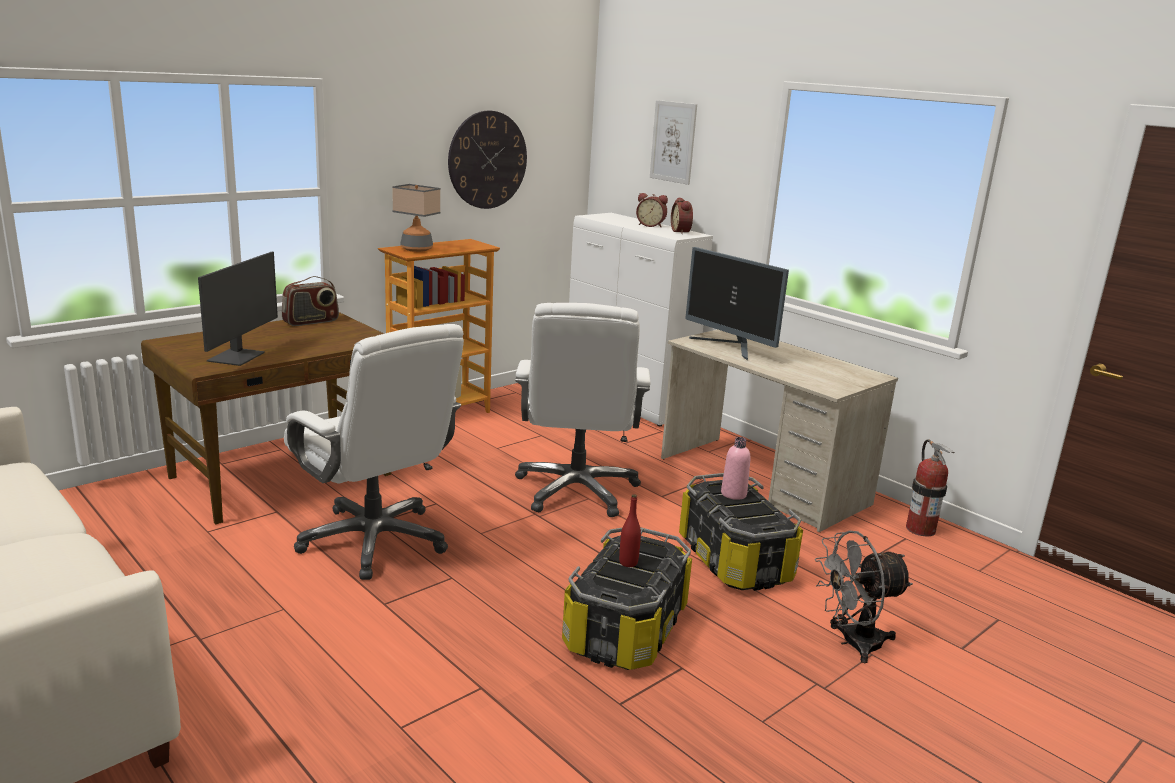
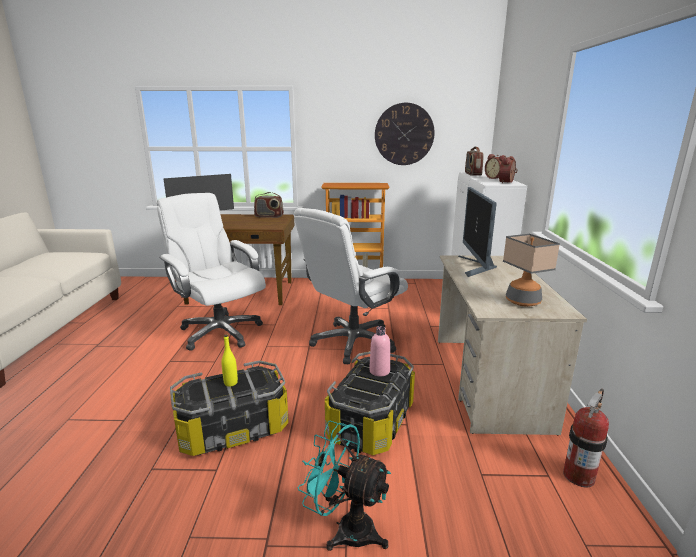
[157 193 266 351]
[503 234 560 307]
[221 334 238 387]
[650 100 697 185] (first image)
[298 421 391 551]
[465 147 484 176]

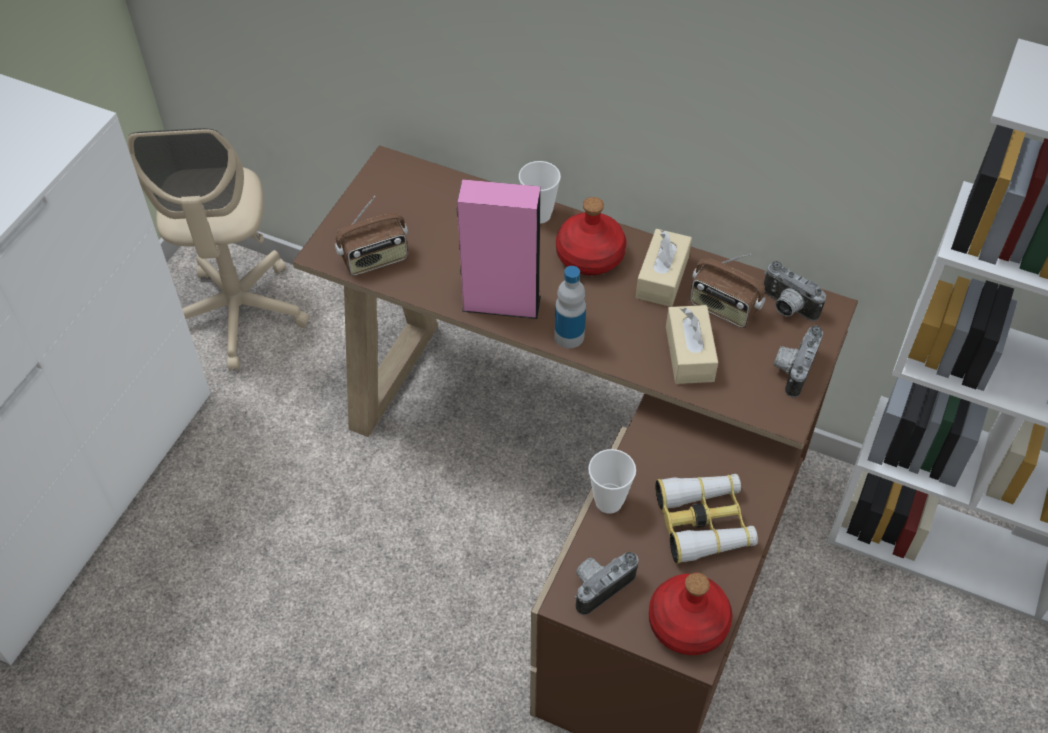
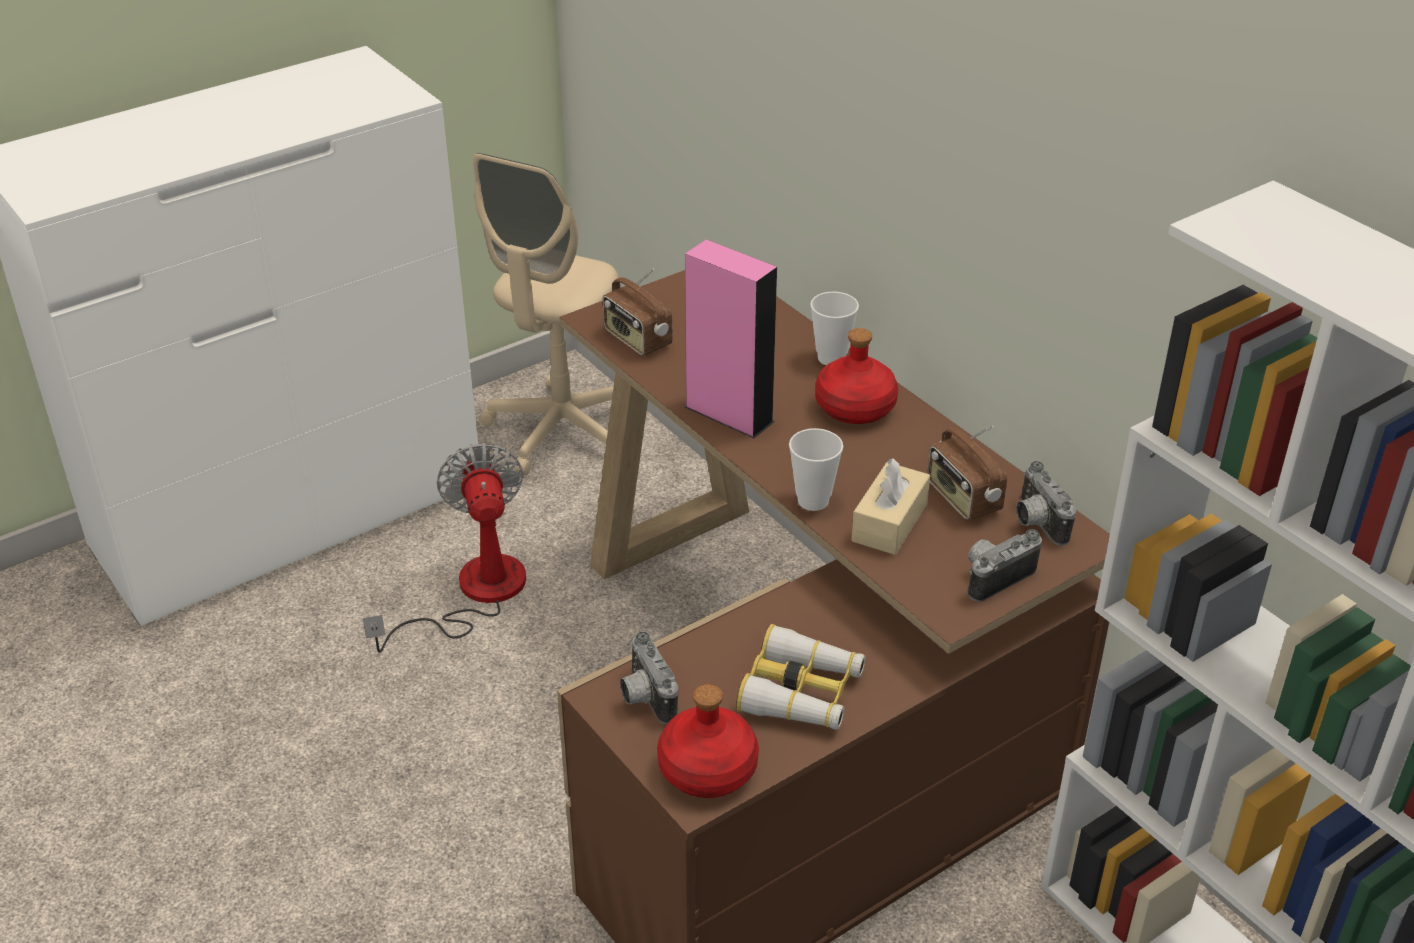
[603 269 672 356]
[554 266 586 348] (first image)
[620 632 678 724]
[789 428 843 511]
[636 229 692 307] (first image)
[363 443 526 653]

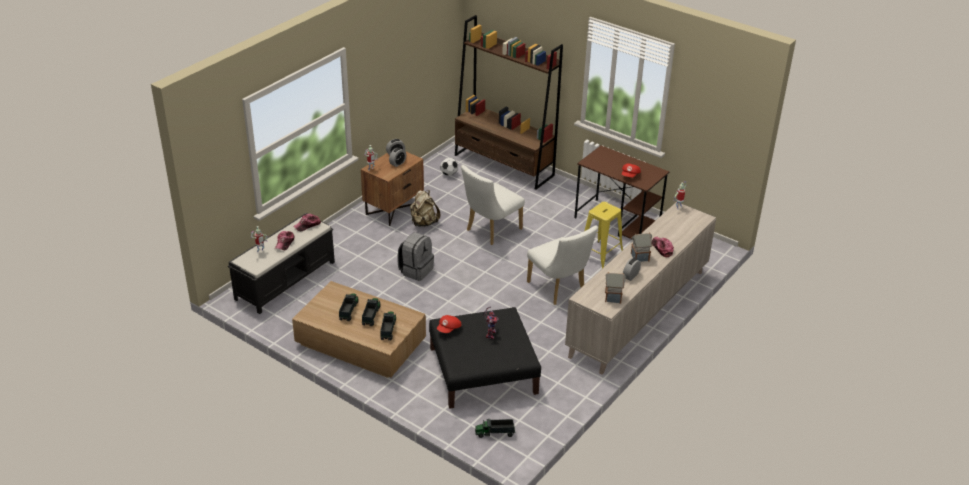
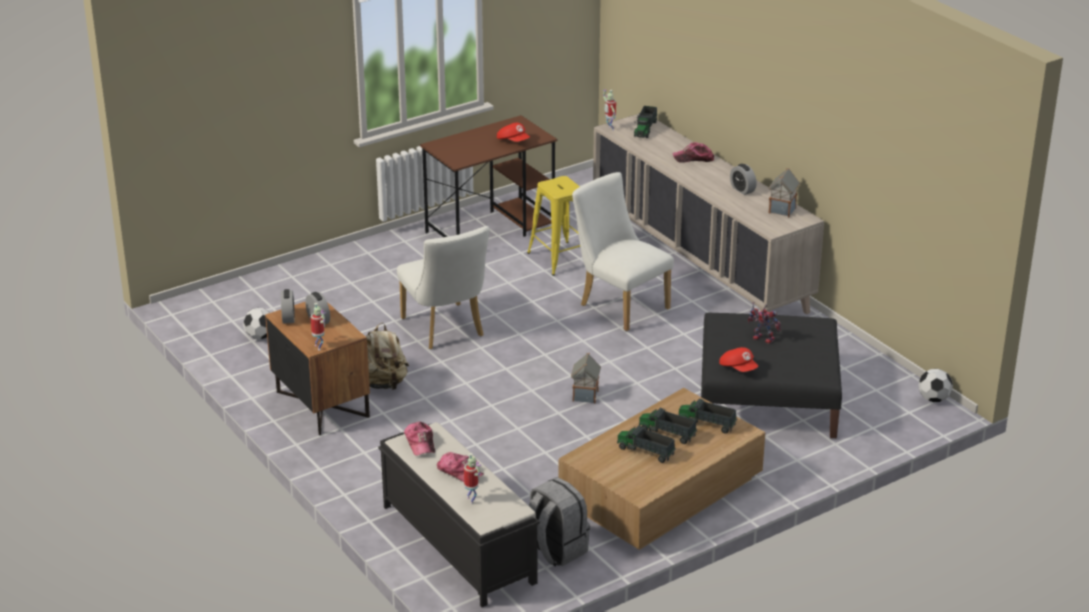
[529 477 590 567]
[455 15 563 190] (first image)
[634 106 657 138]
[572 172 674 331]
[571 353 601 404]
[918 369 953 402]

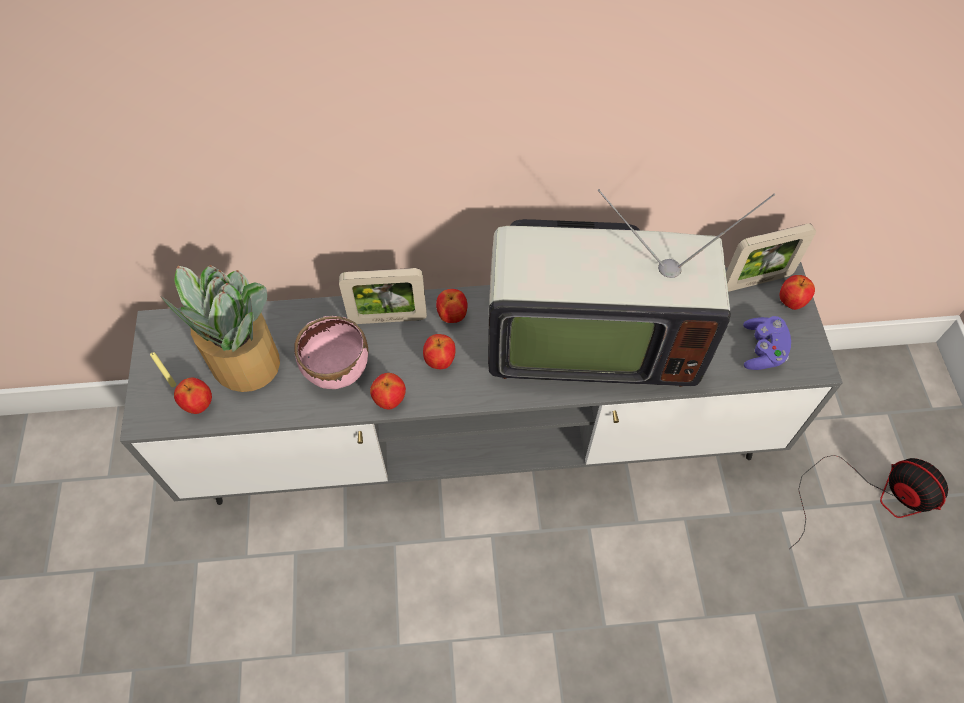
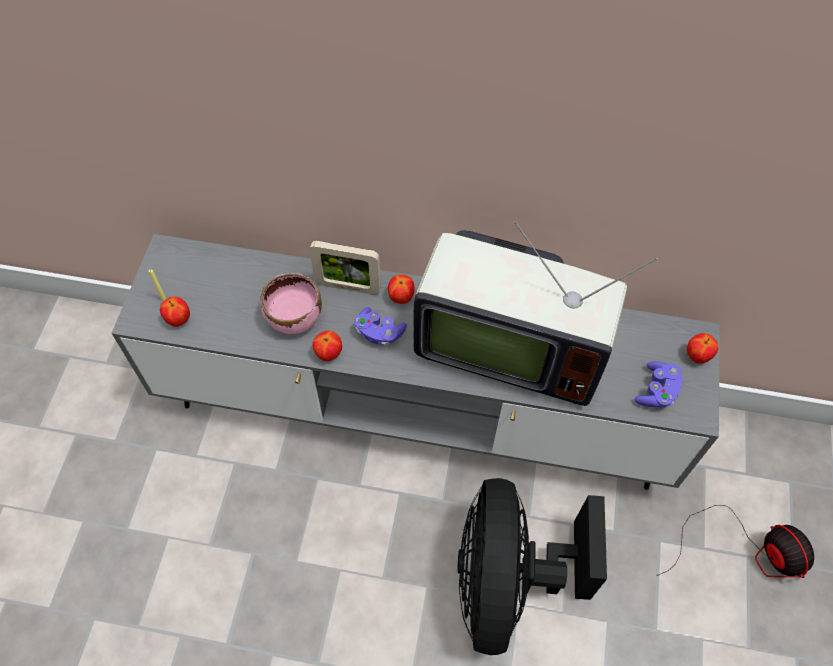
[160 265 280 392] (first image)
[354 307 407 346]
[726 223 816 292] (first image)
[457 478 607 655]

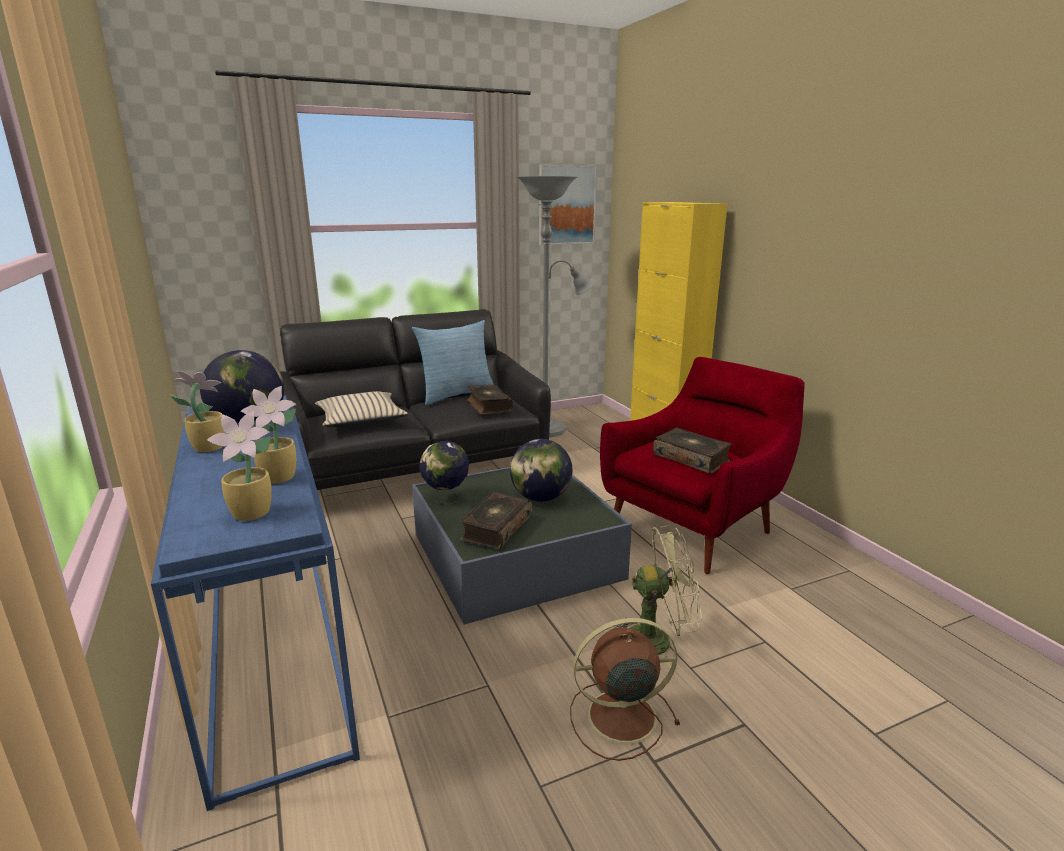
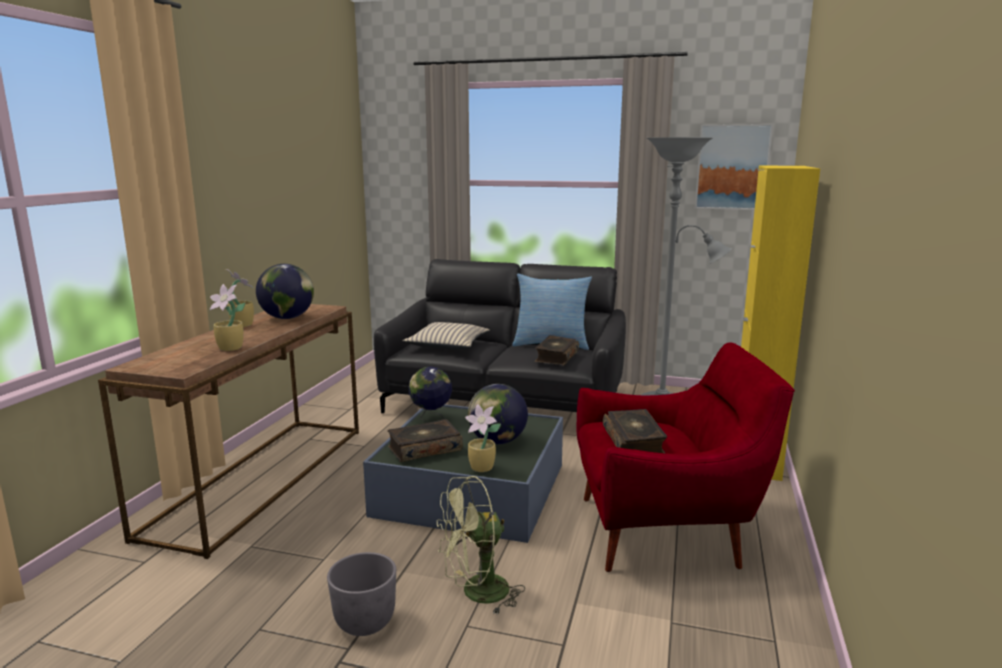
[98 304 359 559]
[465 404 501 472]
[327 552 396 636]
[437 476 525 615]

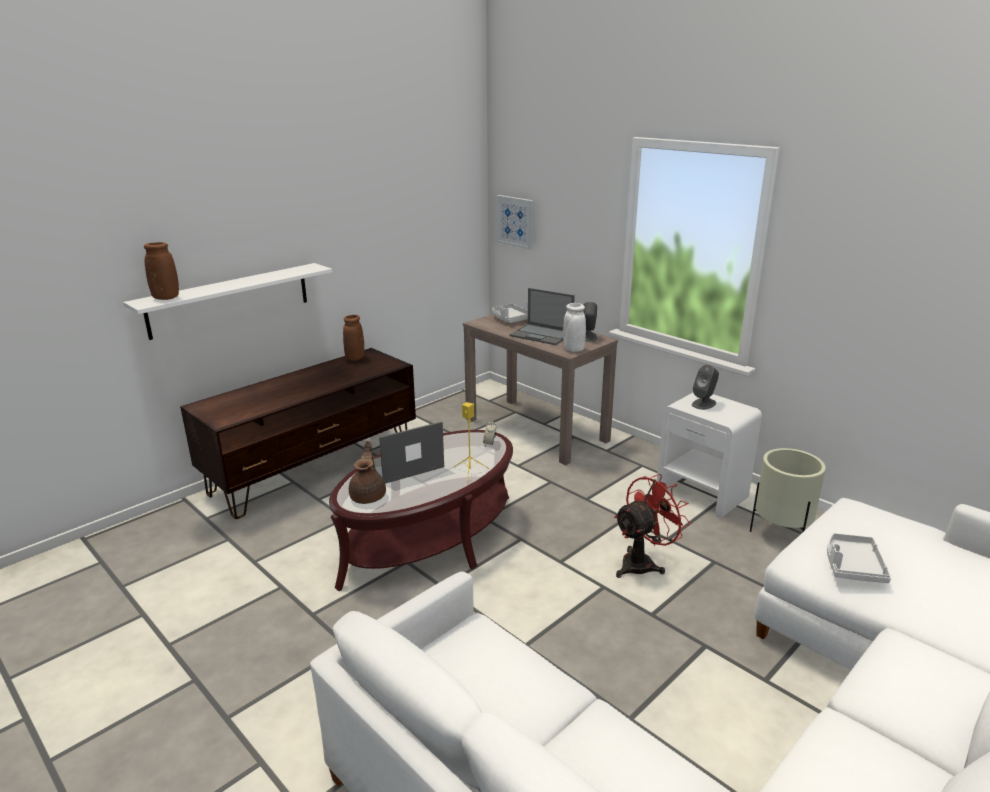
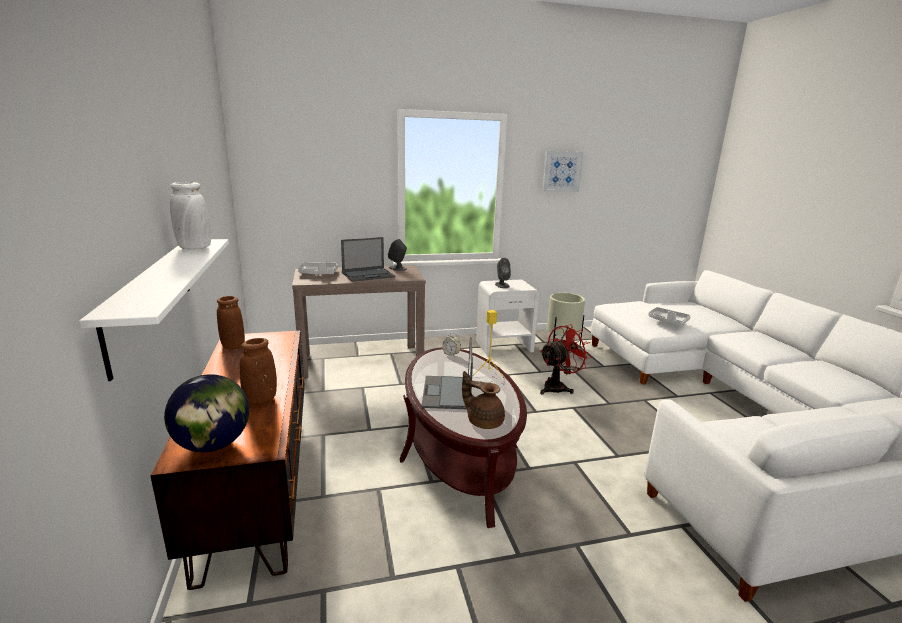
[240 338 277 404]
[542 151 583 192]
[170 182 211 250]
[540 324 592 395]
[164 374 249 452]

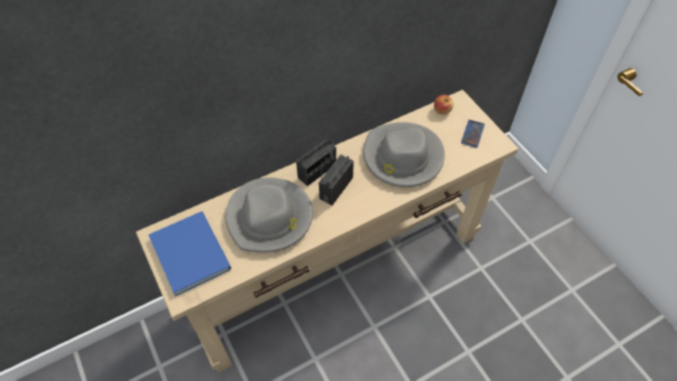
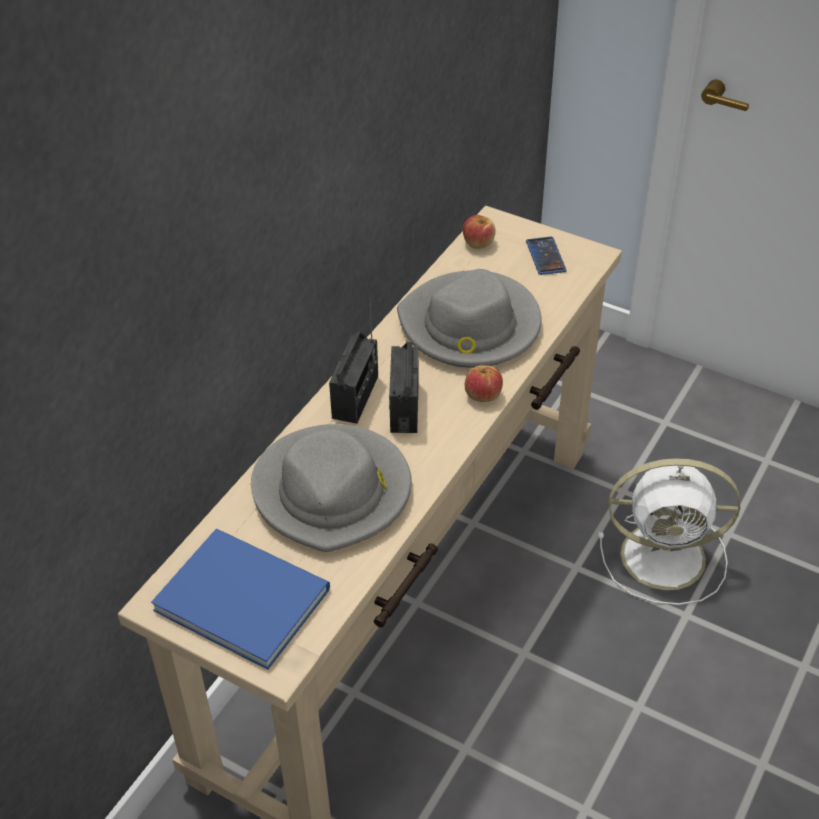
[465 365 503 402]
[598 458 740 605]

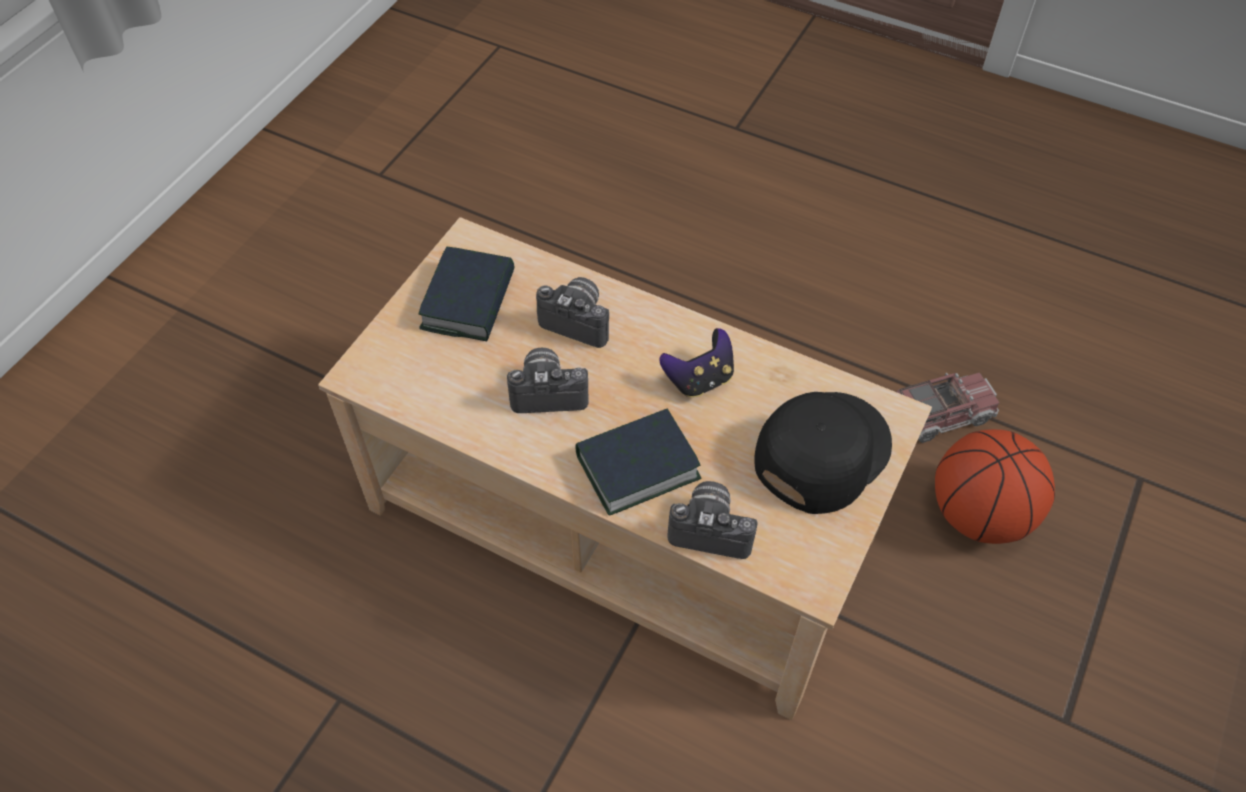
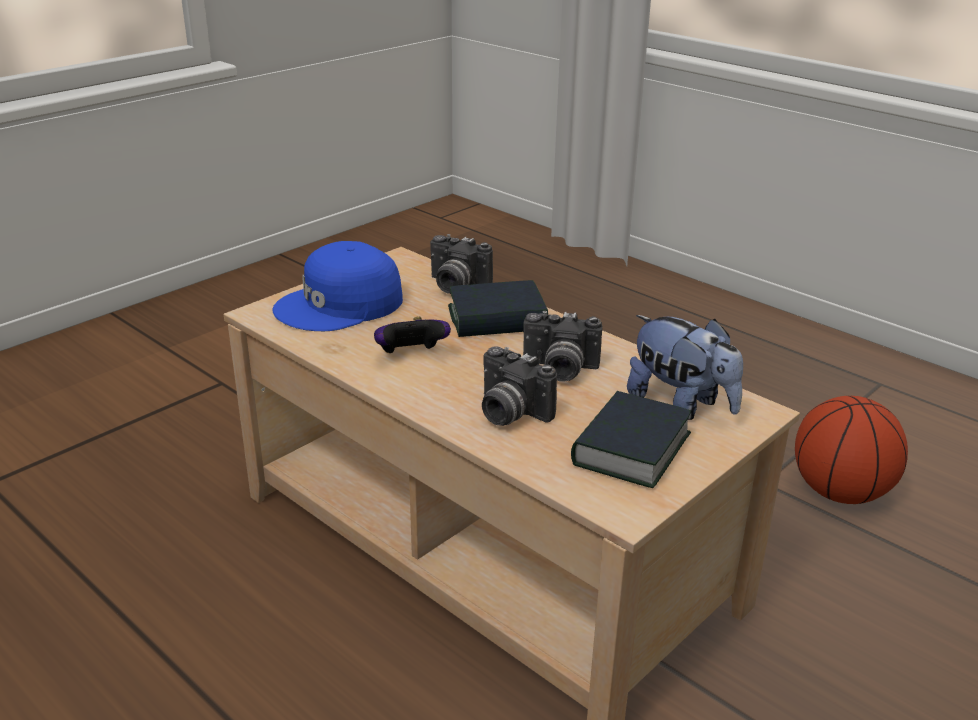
[272 241 403 331]
[897 373 999 443] (first image)
[795 396 908 504]
[627 315 743 420]

